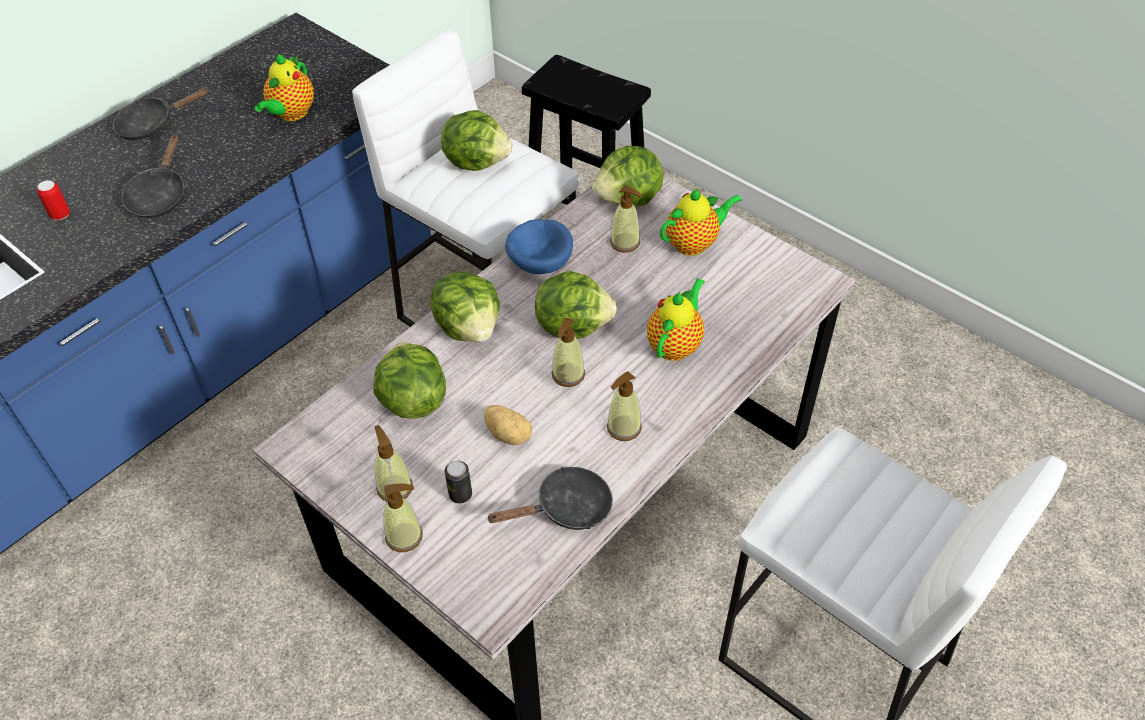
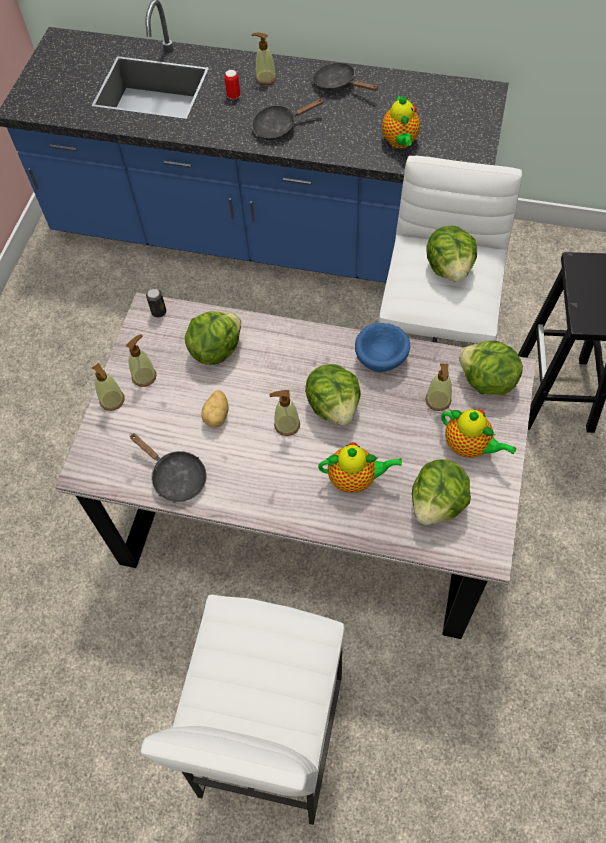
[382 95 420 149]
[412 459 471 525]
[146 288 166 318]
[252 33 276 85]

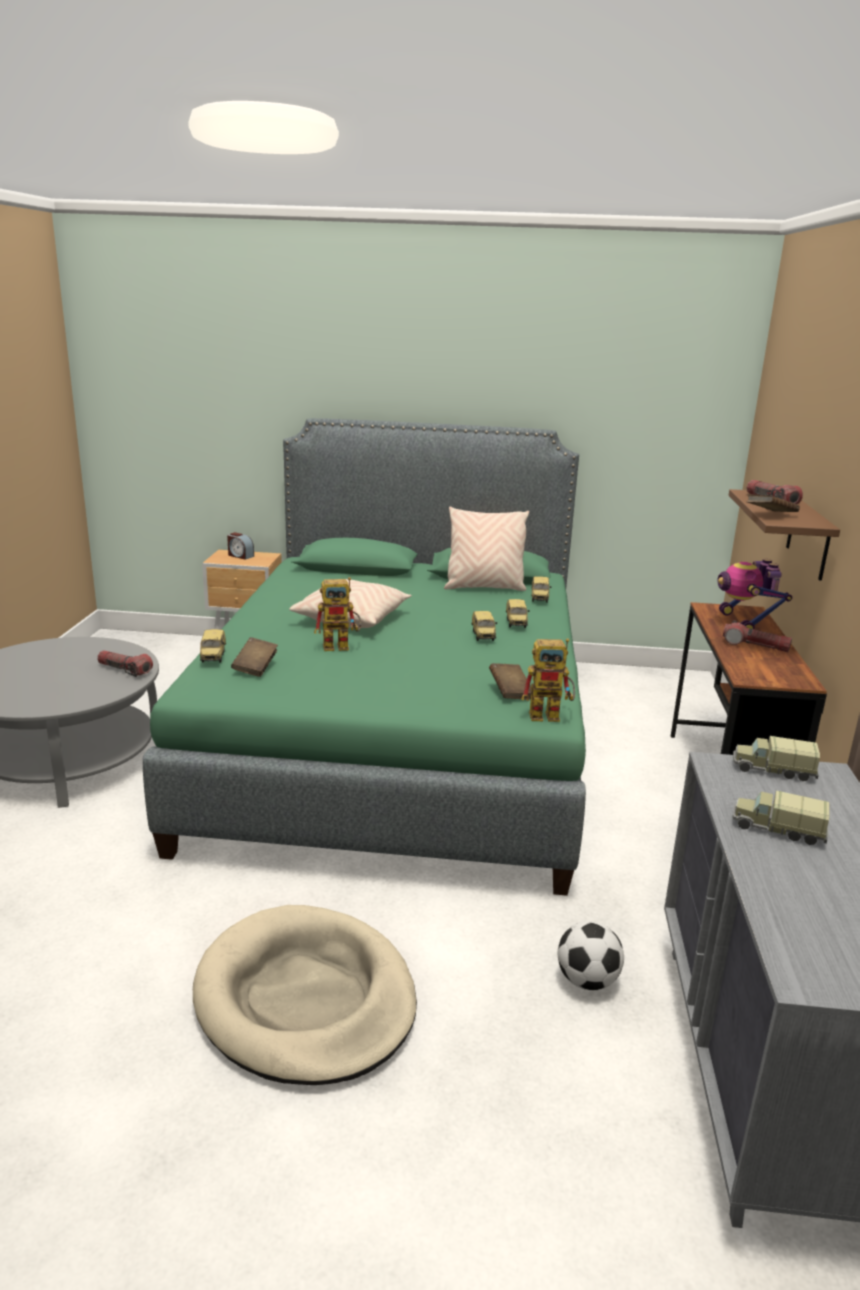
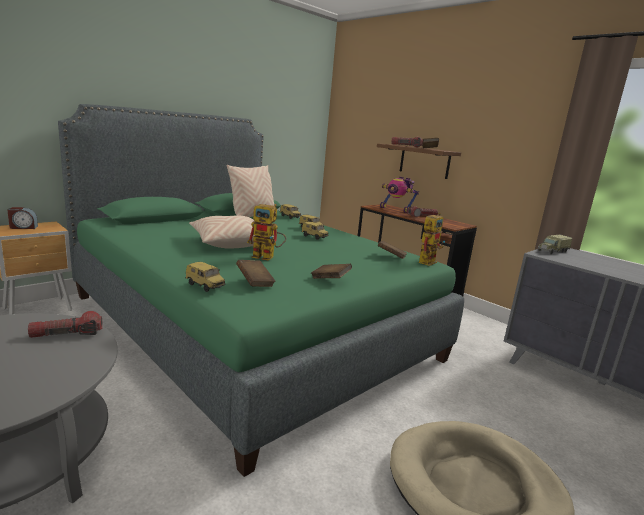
[247 204 286 261]
[558 921 624 990] (first image)
[732 790 830 845] (first image)
[311 264 352 279]

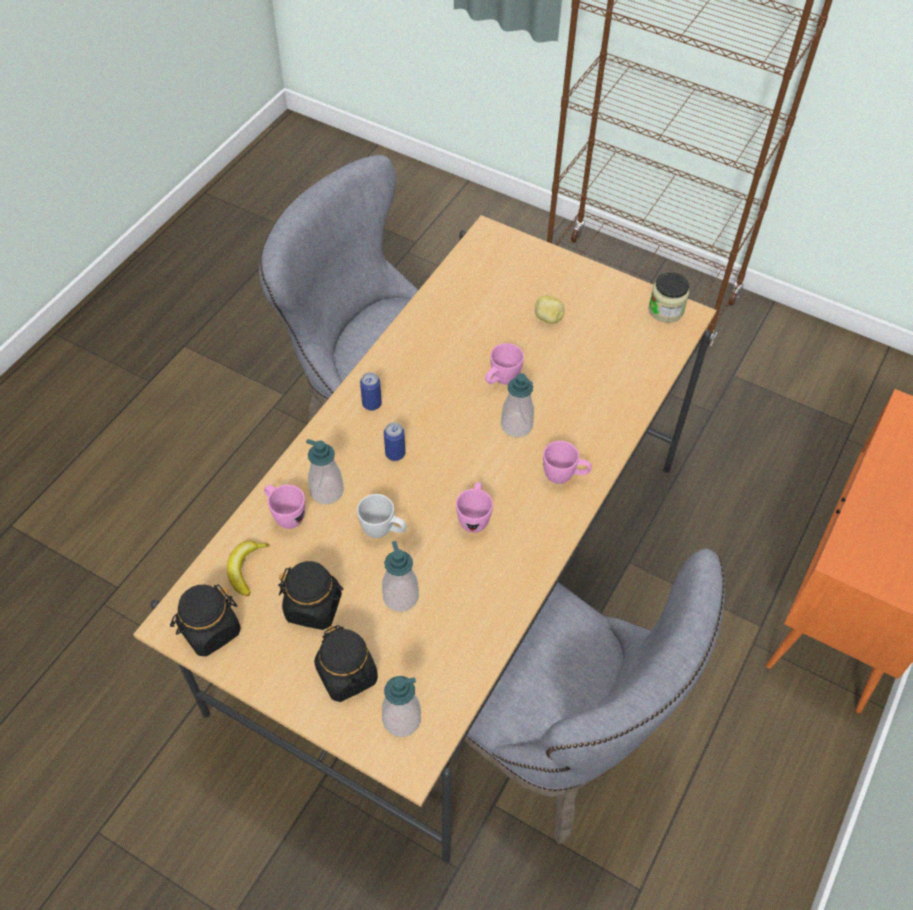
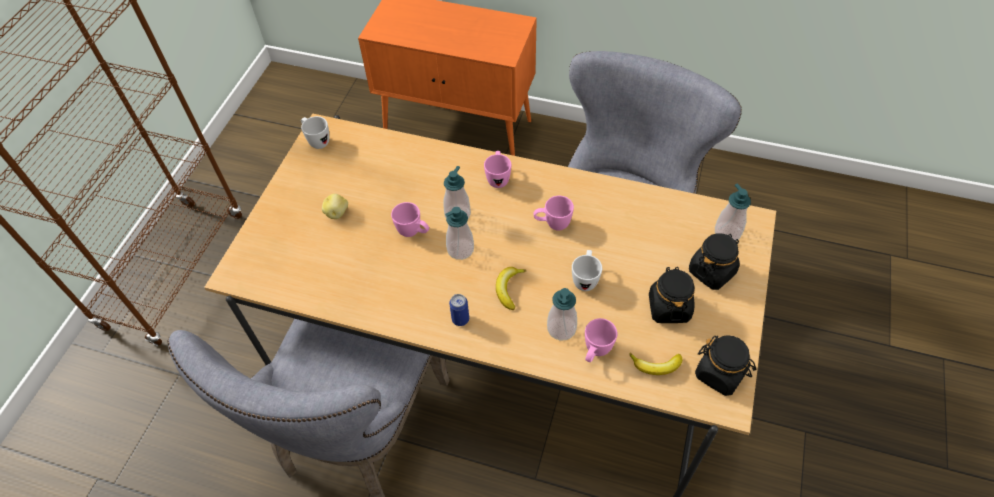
[445 207 474 260]
[496 267 526 310]
[301 116 329 149]

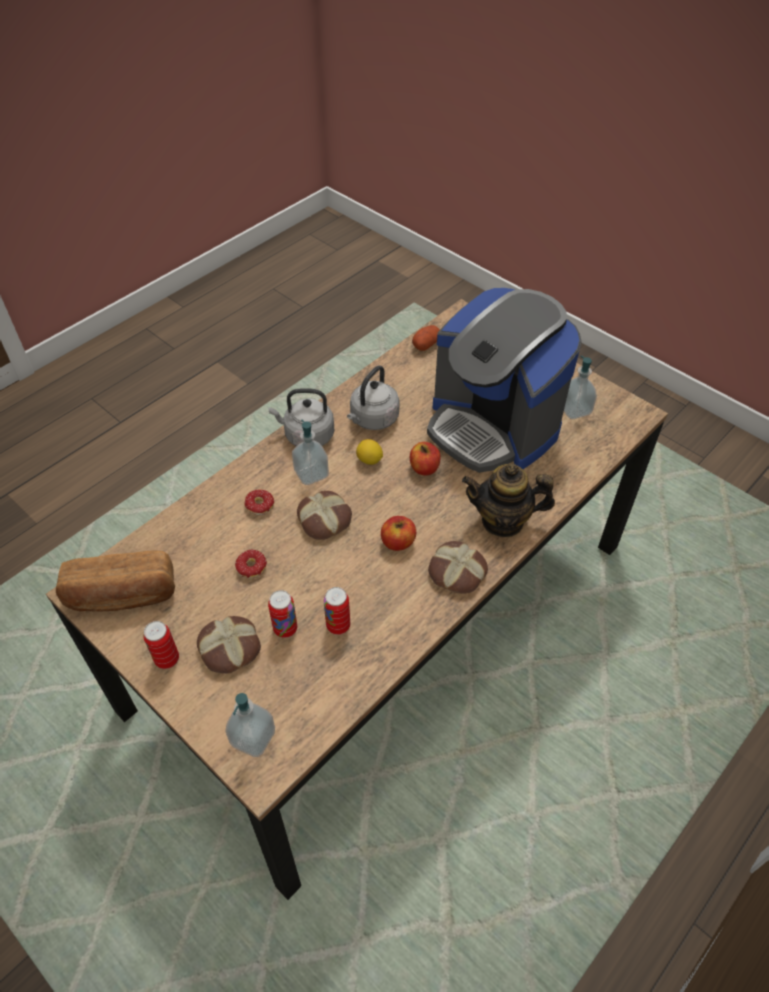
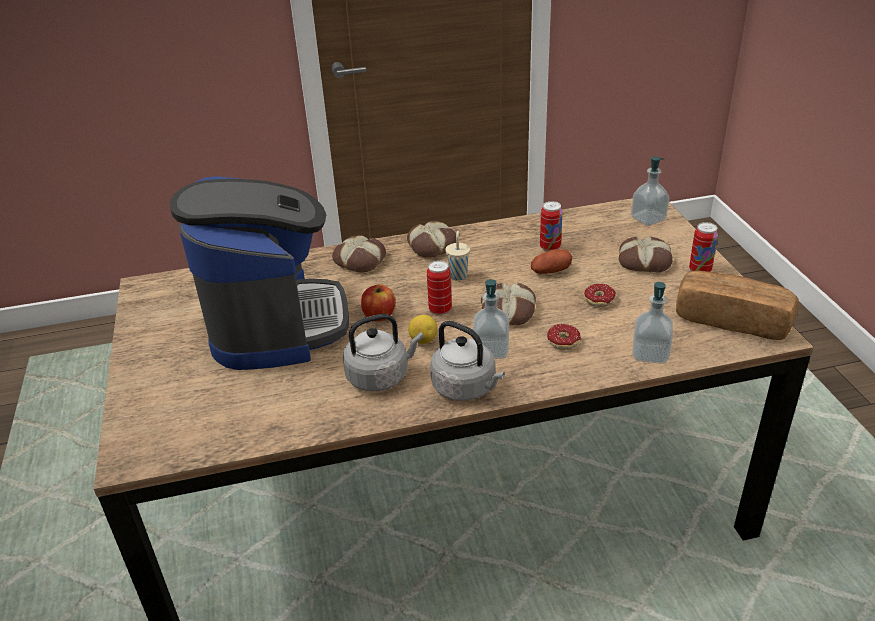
[427 260 452 315]
[445 231 470 281]
[531 249 572 274]
[332 235 386 273]
[633 282 673 364]

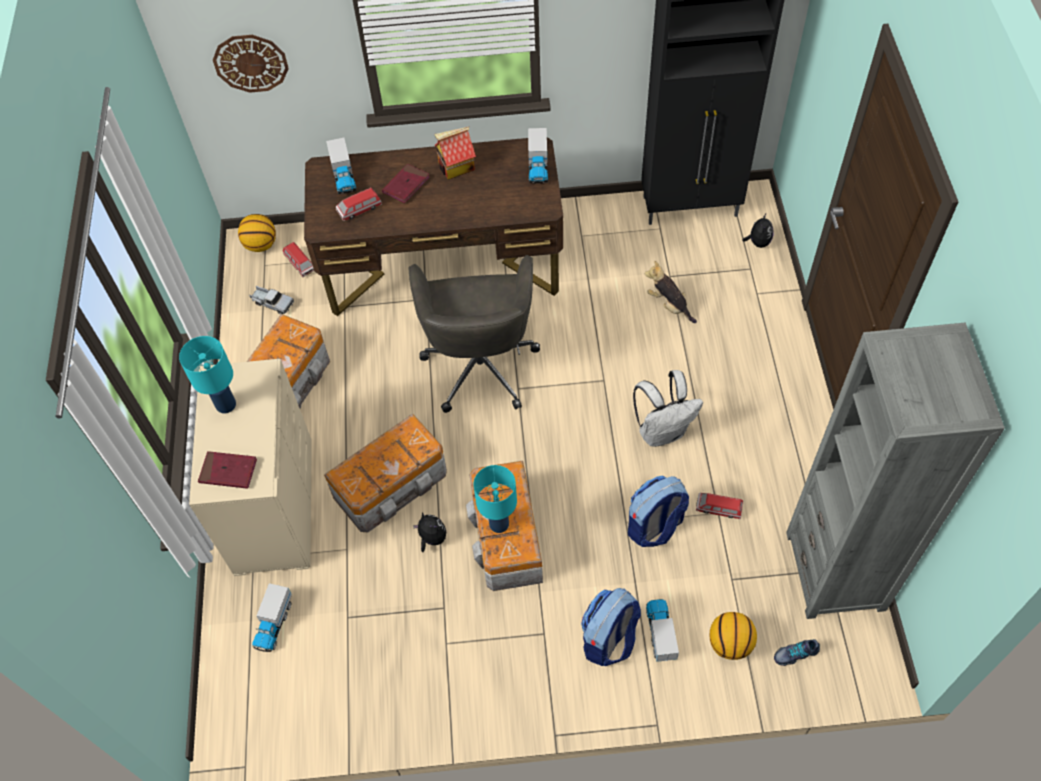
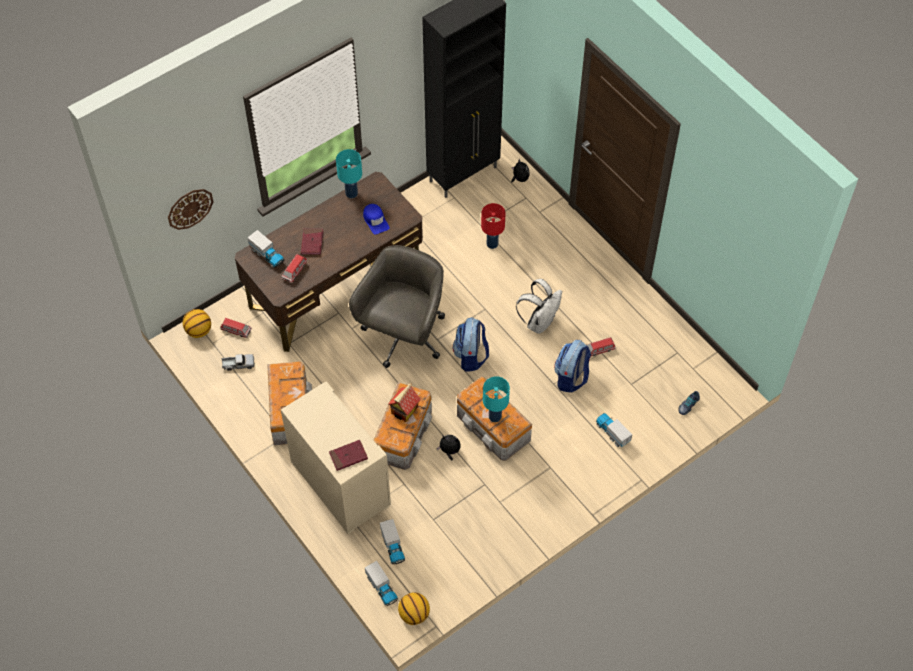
[336 149 362 198]
[349 245 445 368]
[388 383 421 422]
[365 561 398 606]
[453 317 489 372]
[481 203 506 249]
[398 592 430 625]
[786 323 1005 619] (first image)
[363 204 390 234]

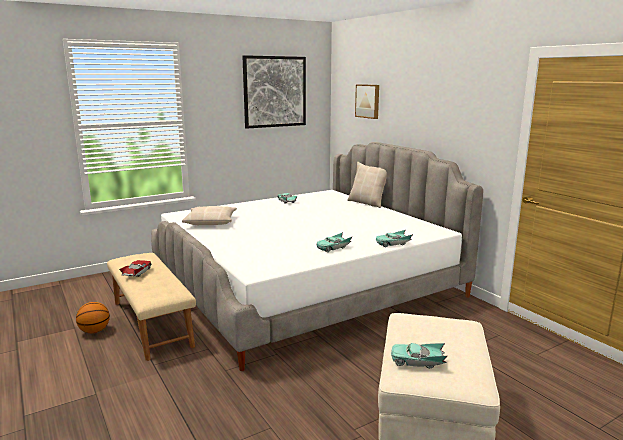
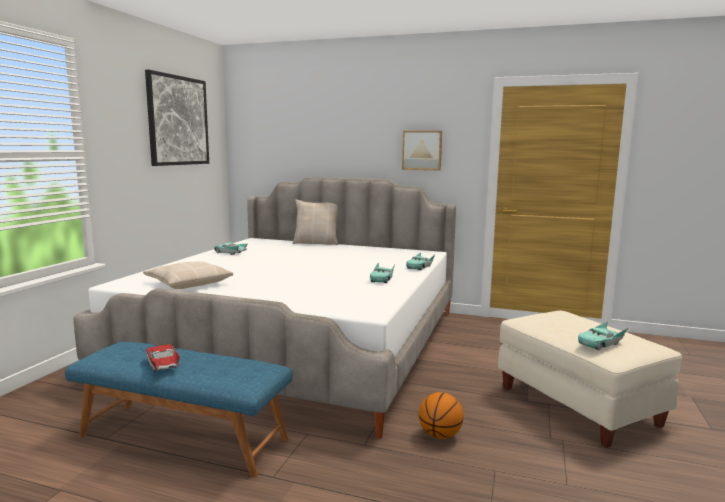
[419 392 464 439]
[65 341 293 477]
[402 131 442 170]

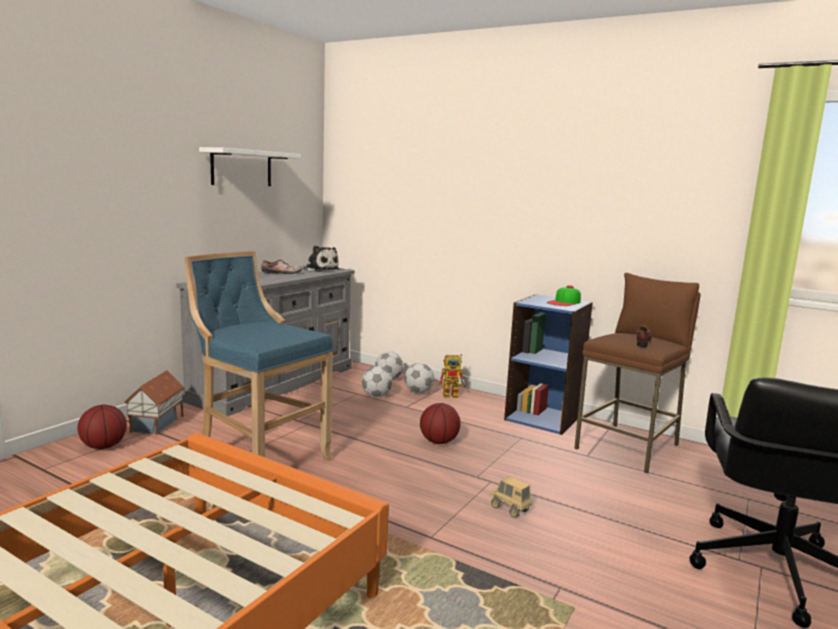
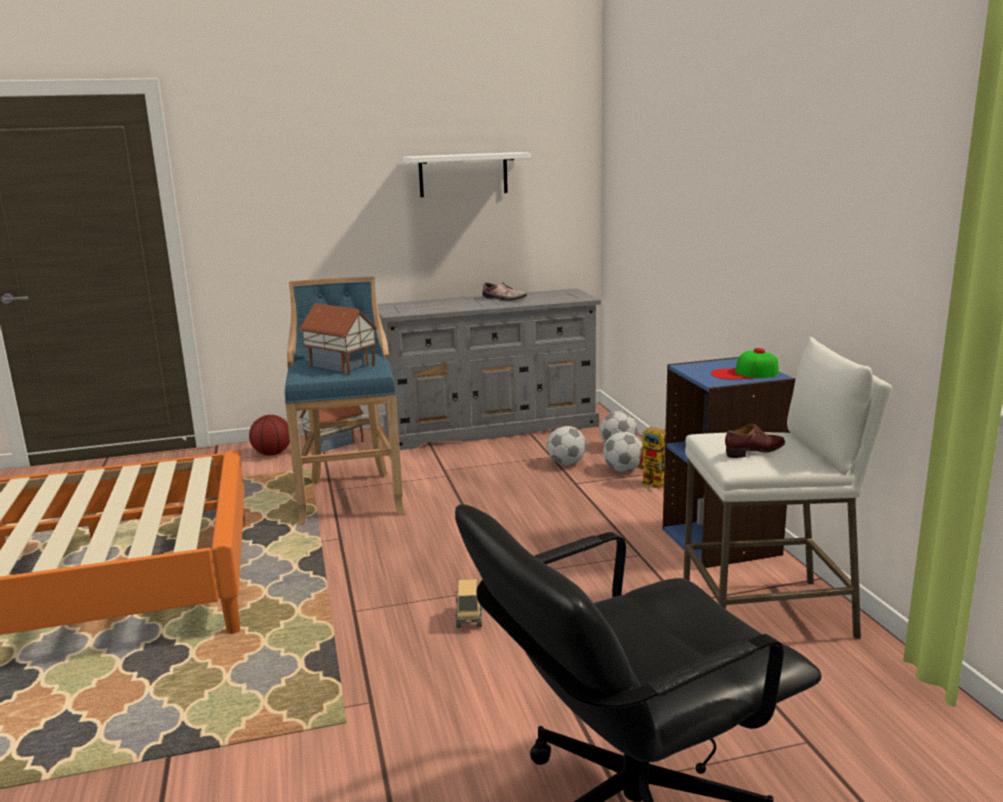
[303 245 340 272] (first image)
[420 403 461 444] (first image)
[683 337 892 639]
[299 303 378 375]

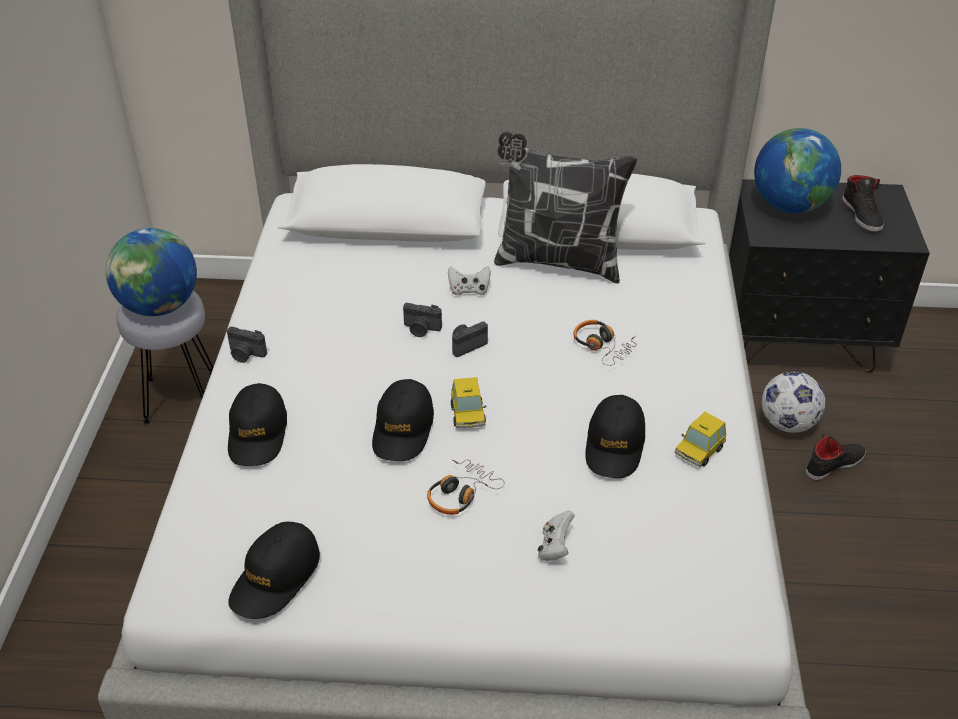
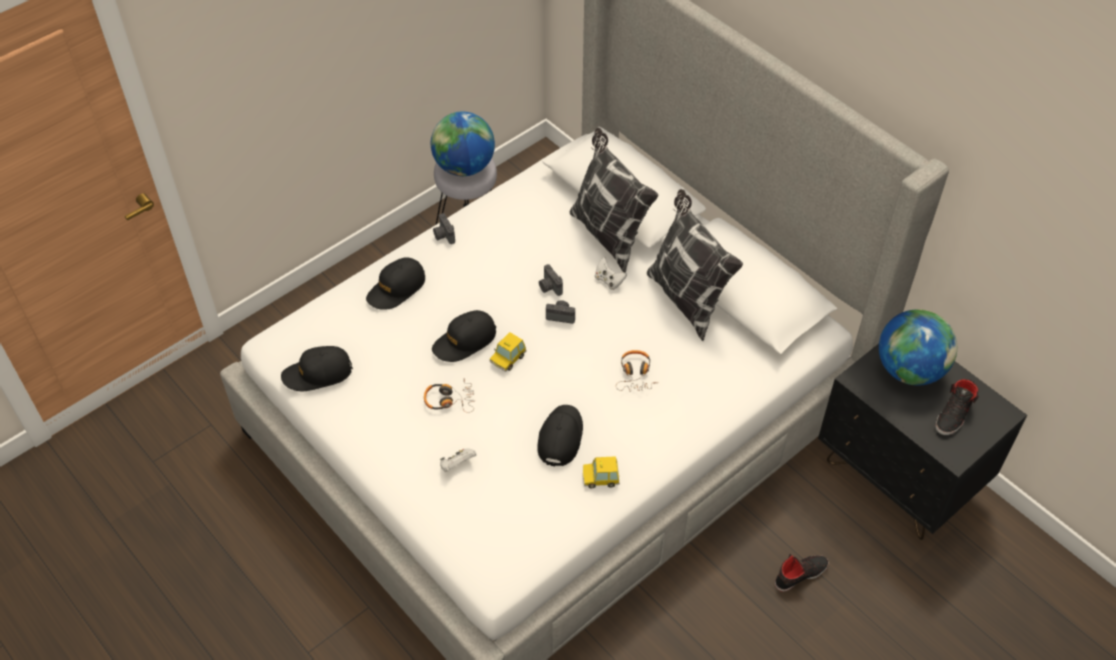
[537 405 583 466]
[762 371 825 433] (first image)
[775 554 829 592]
[570 128 658 273]

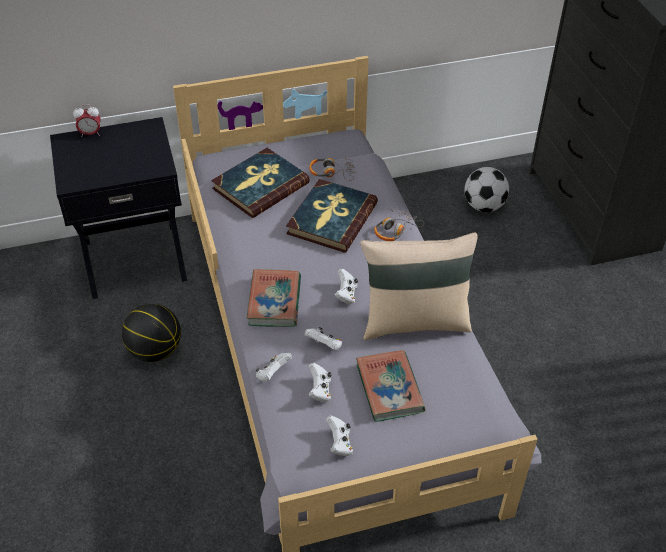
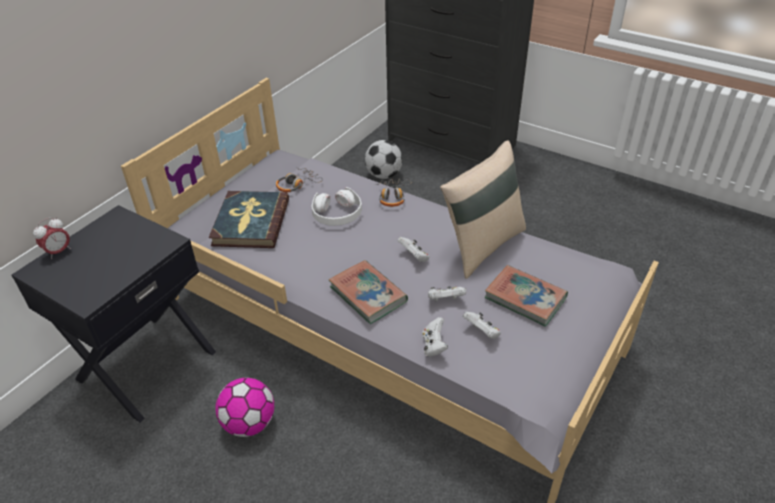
[215 378 274 437]
[311 187 362 226]
[326 416 353 456] (first image)

